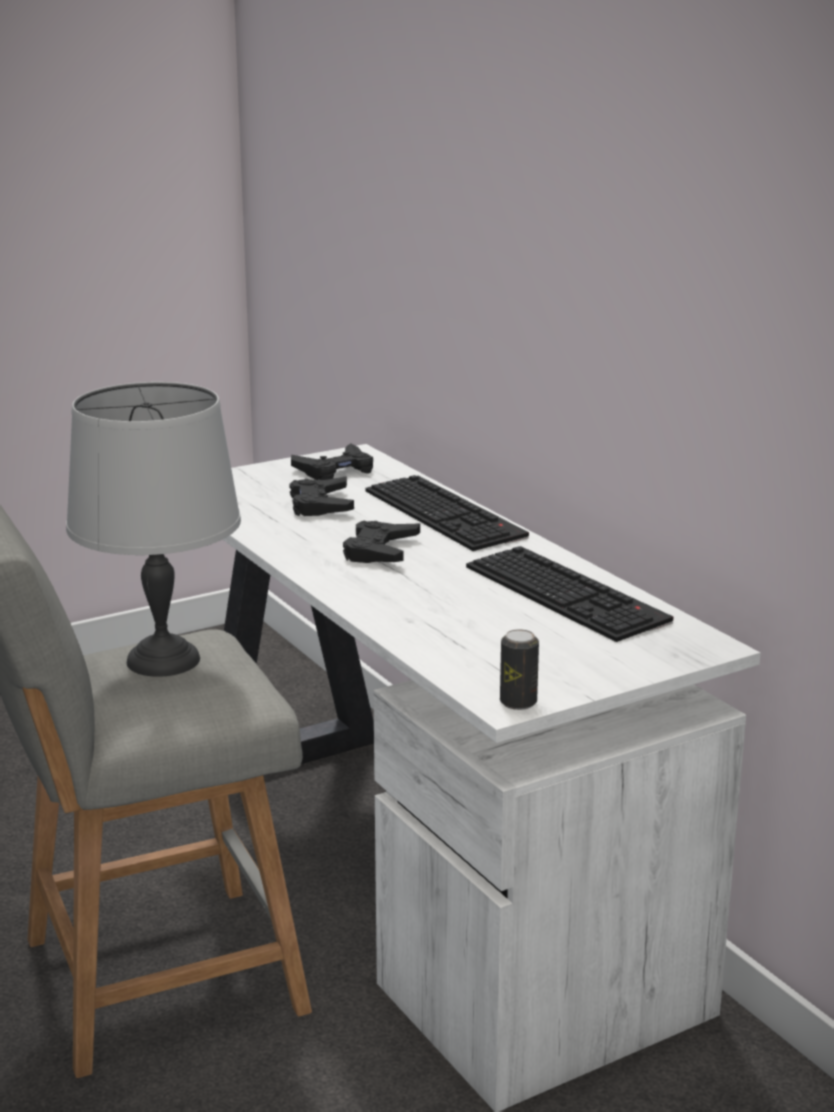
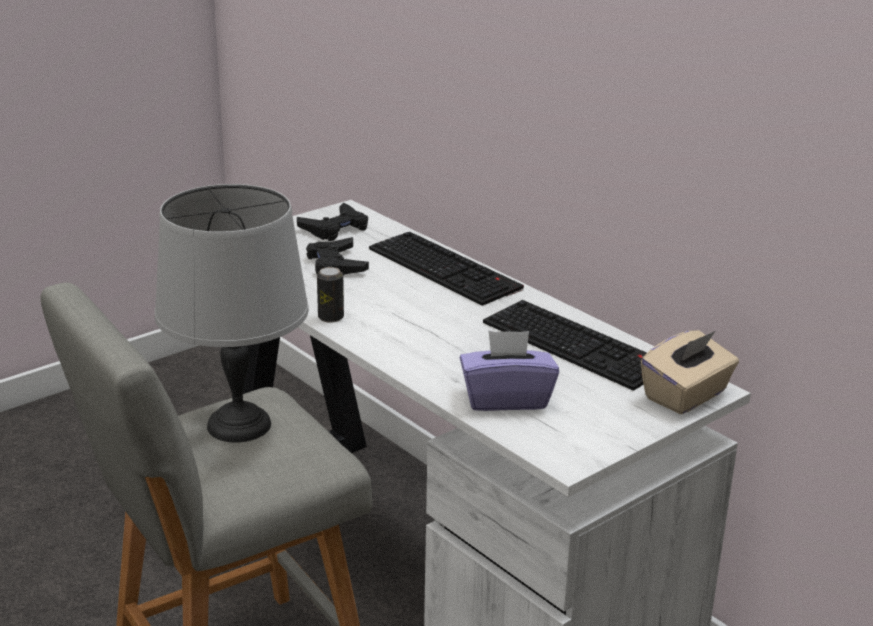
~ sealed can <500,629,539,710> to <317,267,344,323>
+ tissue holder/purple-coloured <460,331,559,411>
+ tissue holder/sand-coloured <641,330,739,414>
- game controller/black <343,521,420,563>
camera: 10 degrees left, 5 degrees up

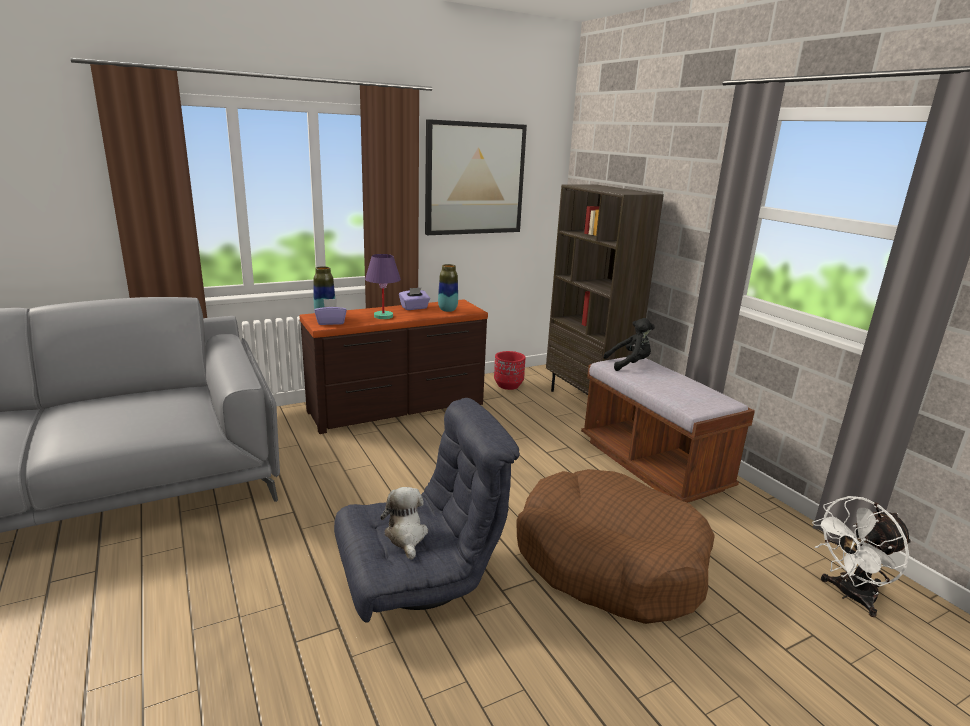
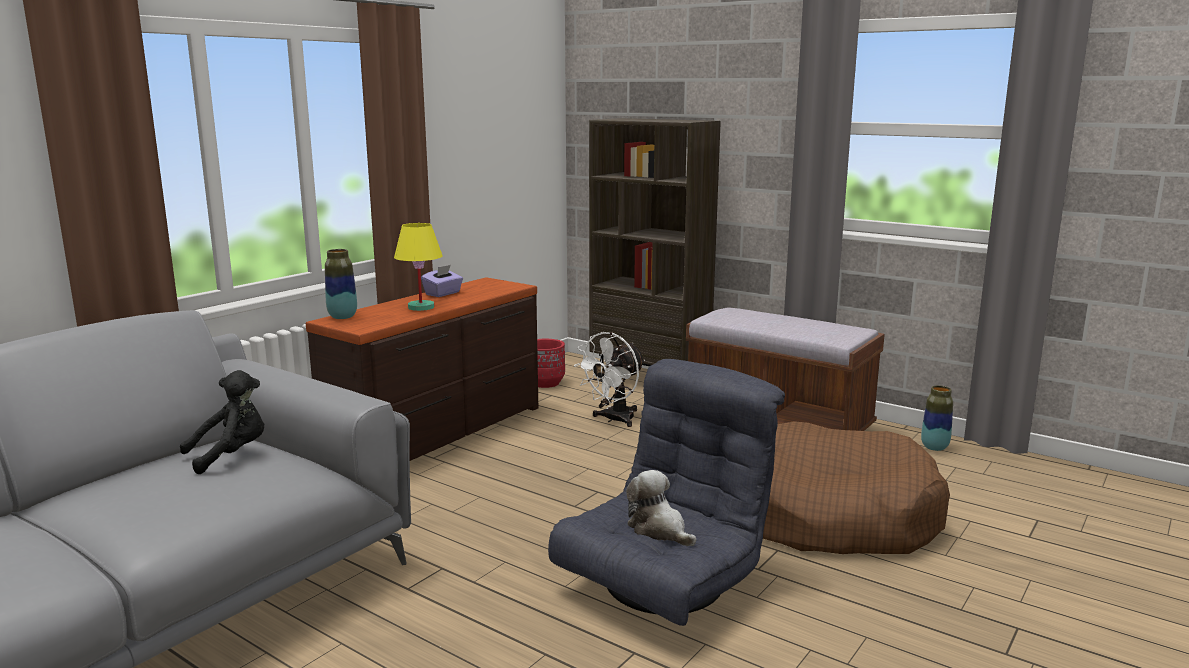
~ soft toy/black <603,318,655,371> to <180,370,264,474>
~ tabletop lamp/purple-coloured <365,254,401,319> to tabletop lamp/yellow <394,223,443,311>
~ electric fan/white <812,496,912,617> to <574,332,645,427>
~ decorative vase <438,264,458,312> to <921,385,953,451>
- tissue holder/purple-coloured <314,299,347,325>
- picture <425,119,527,235>
camera: 25 degrees left, 5 degrees down

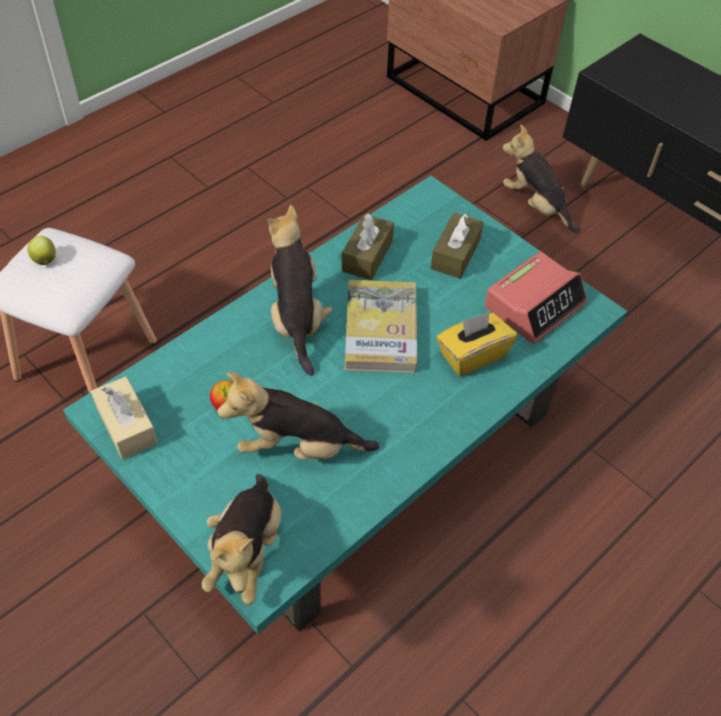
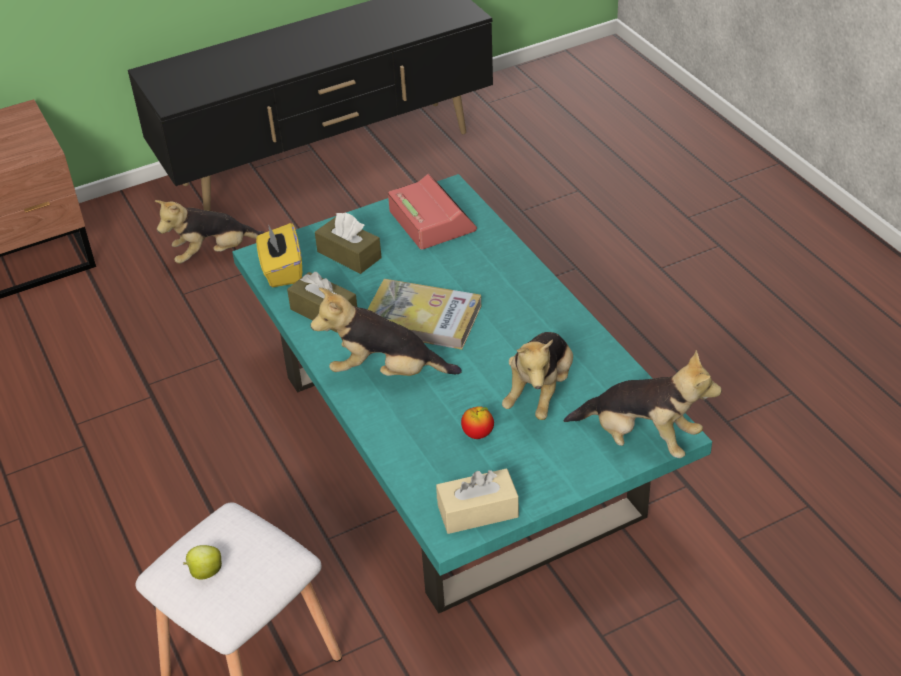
~ tissue holder/yellow <437,311,517,376> to <256,223,302,287>
camera: 70 degrees left, 10 degrees down

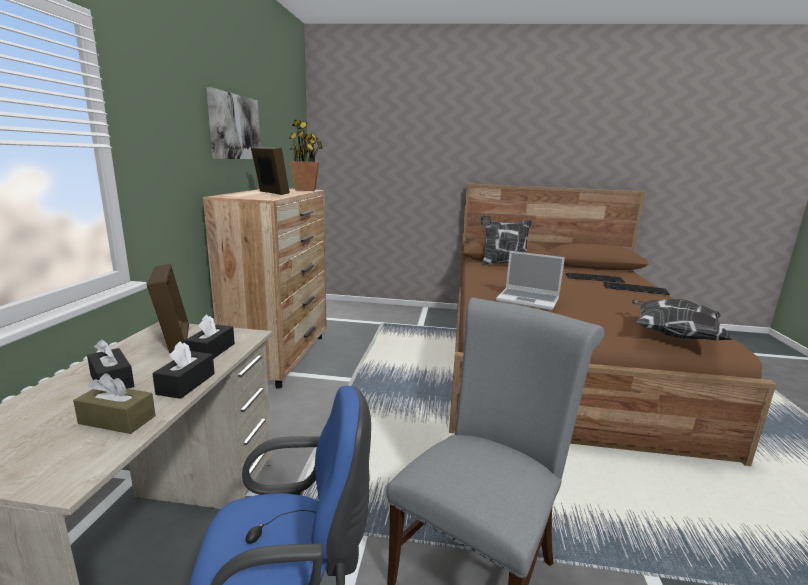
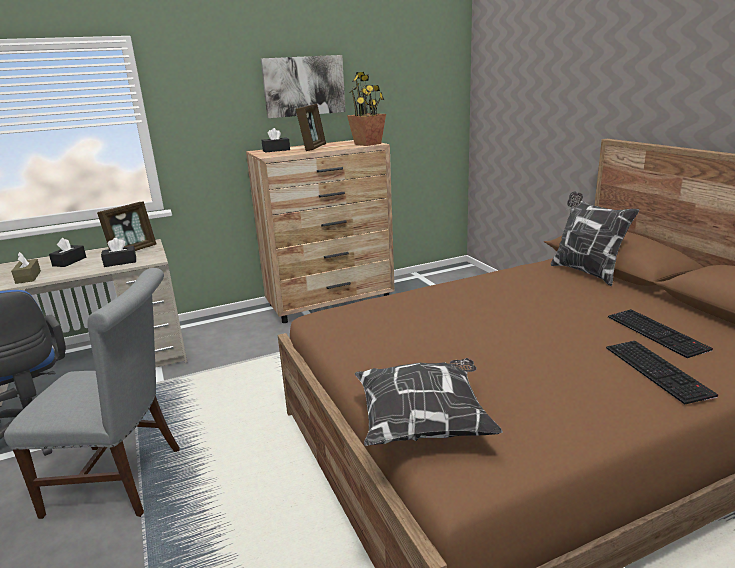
~ tissue holder/black <152,341,215,399> to <262,128,290,153>
- portable computer <496,251,565,310>
camera: 60 degrees right, 5 degrees up

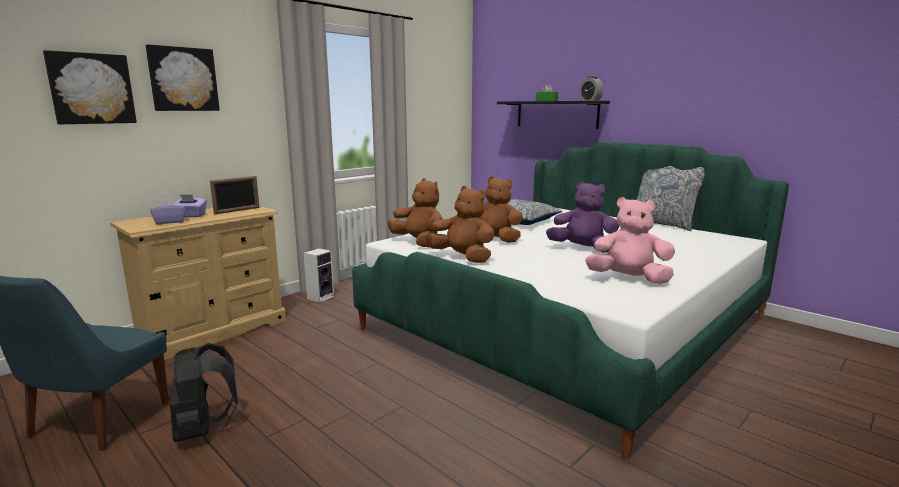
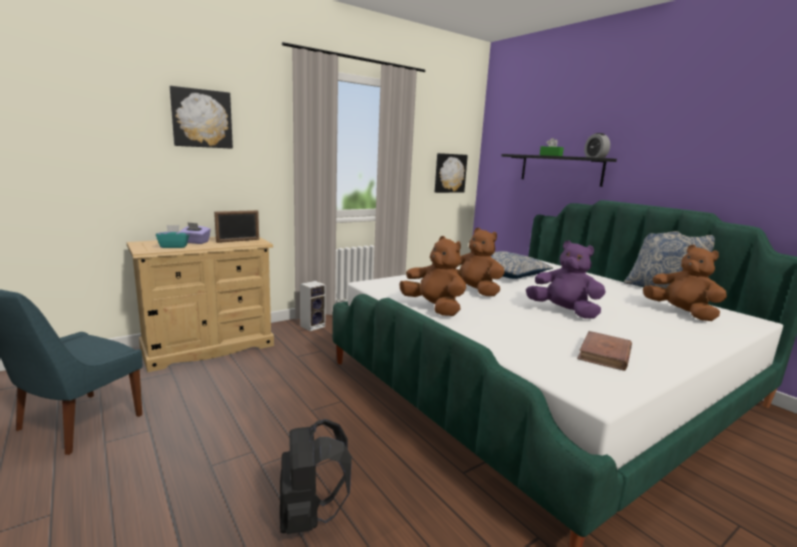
~ tissue holder/purple-coloured <150,198,186,224> to tissue holder/blue-green <156,225,189,248>
~ knapsack/black <170,343,238,442> to <280,419,352,534>
~ picture <43,50,137,124> to <435,153,468,193>
~ soft toy/pink-coloured <585,197,675,284> to volume/brown <577,331,632,371>
~ soft toy/brown <388,178,443,248> to <643,245,727,321>
camera: 10 degrees right, 0 degrees up

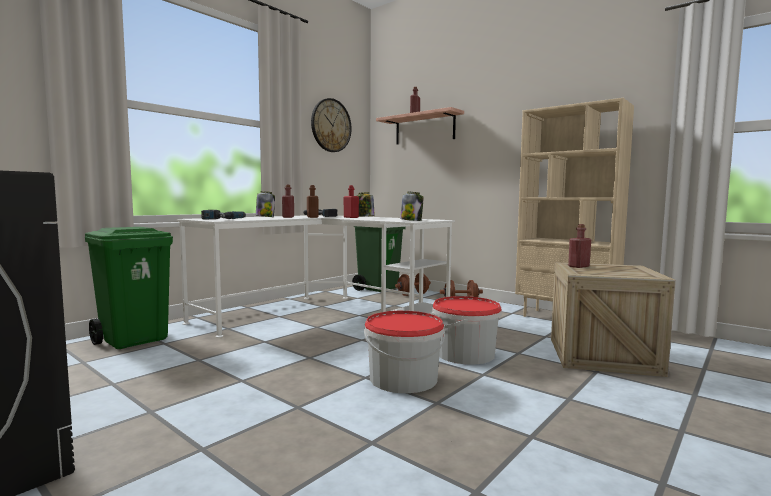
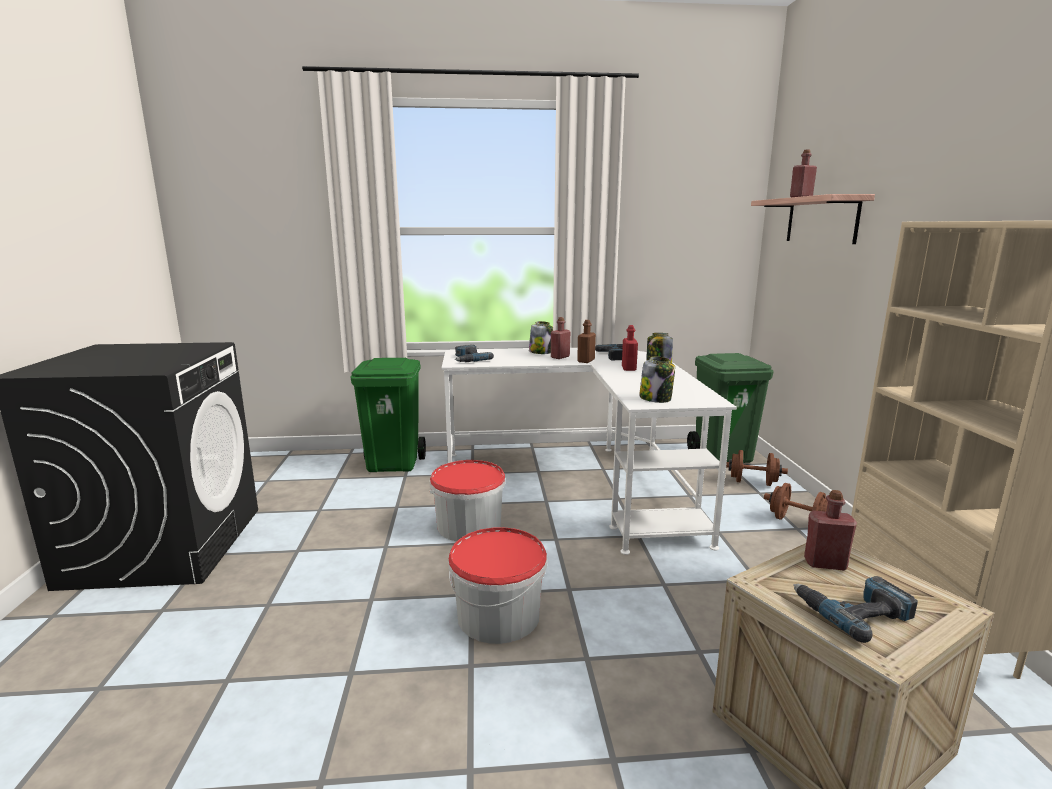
~ pail <432,296,502,365> to <430,460,506,541>
+ drill <793,576,918,643>
- wall clock <311,98,352,152>
camera: 45 degrees right, 10 degrees up

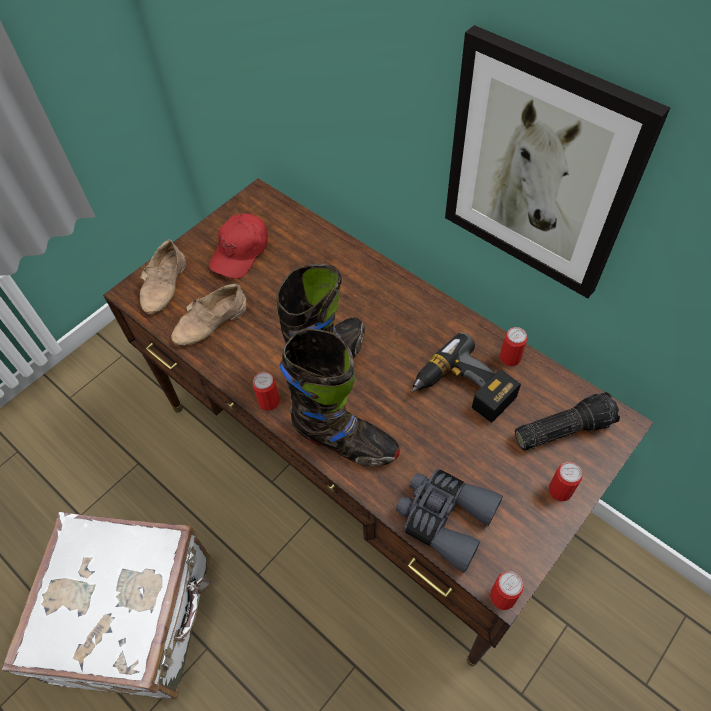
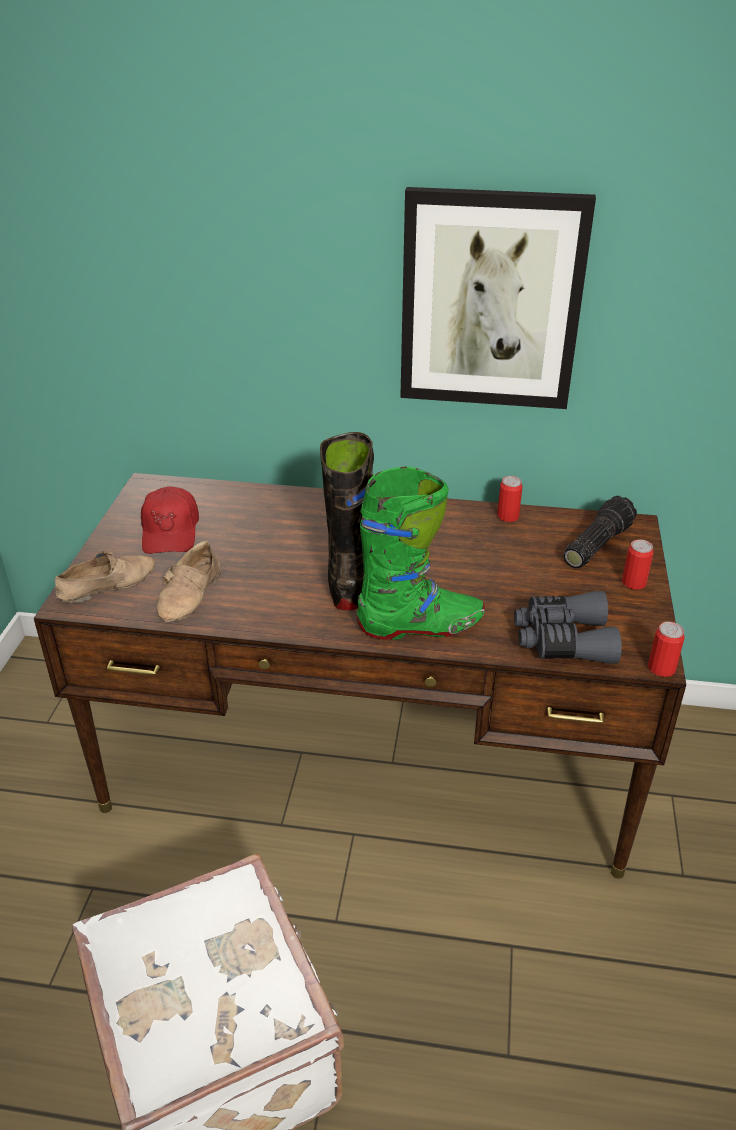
~ shoe/sand-coloured <140,239,186,314> = <55,551,155,603> 105 degrees counterclockwise
~ high-top boot/black <279,328,400,466> to high-top boot/green-coloured <356,466,485,640>
- sealed can <253,372,280,411>
- drill <411,332,521,423>
camera: 35 degrees left, 20 degrees down

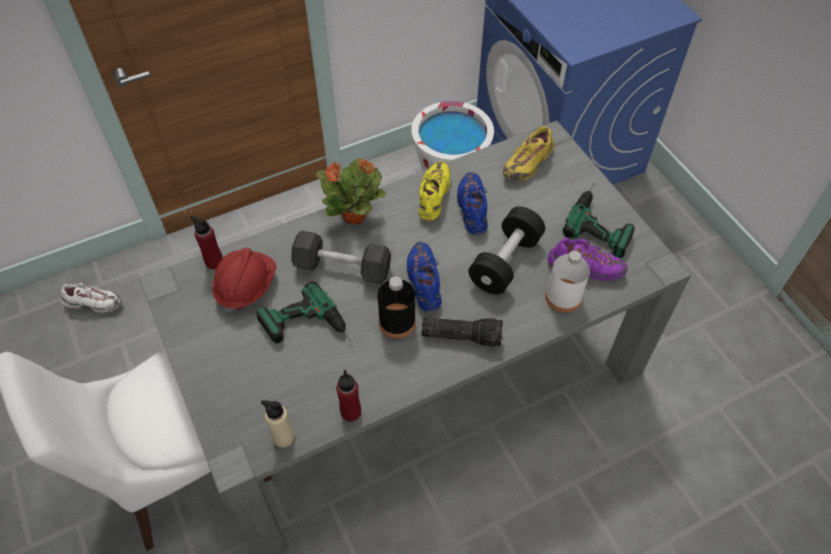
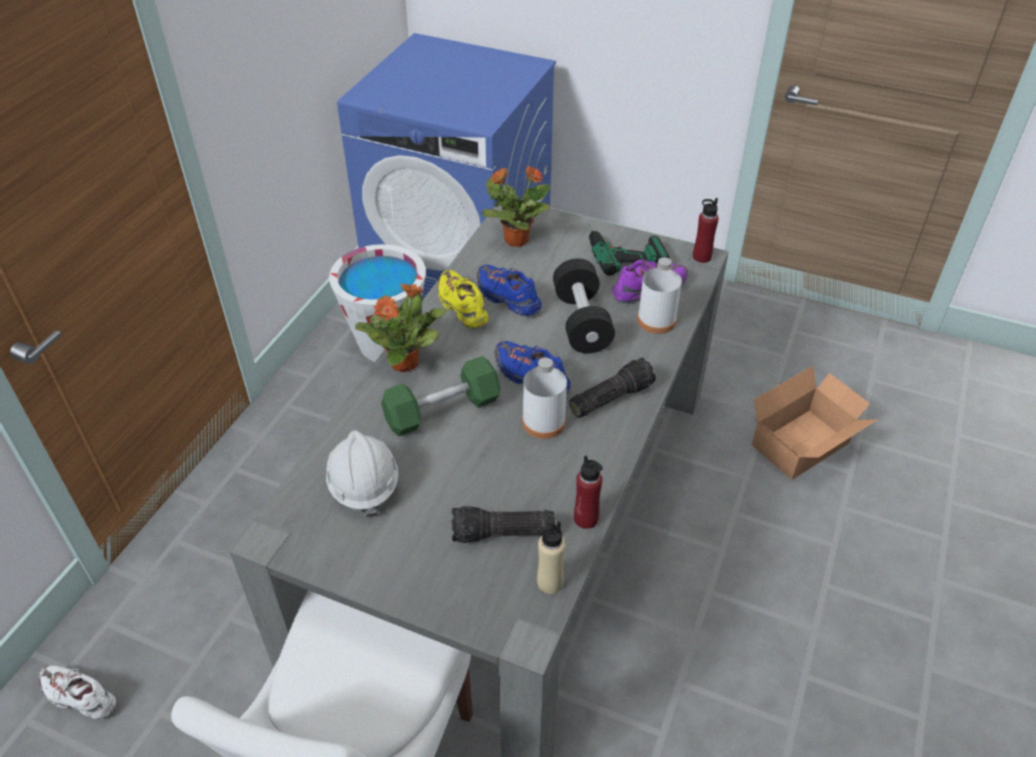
~ shoe/white <61,283,121,313> = <39,665,117,719> 120 degrees counterclockwise
~ work helmet/red <212,248,277,314> to work helmet/white <326,430,398,517>
~ hand weight/gray <291,230,391,284> to hand weight/green-coloured <381,356,501,436>
+ hand torch <452,506,555,543>
~ shoe/yellow <502,127,554,181> to potted plant <481,166,550,247>
~ bottle/black <378,276,416,338> to bottle/white <522,358,567,439>
~ bottle/red <190,216,223,269> to <693,198,719,263>
+ carton <752,366,878,480>
- drill <256,281,353,343>
camera: 40 degrees left, 10 degrees down

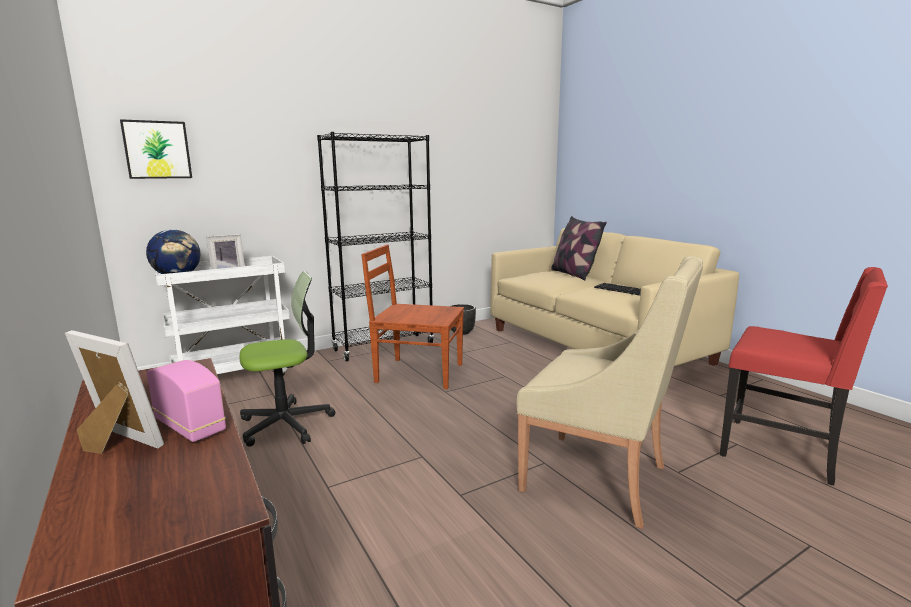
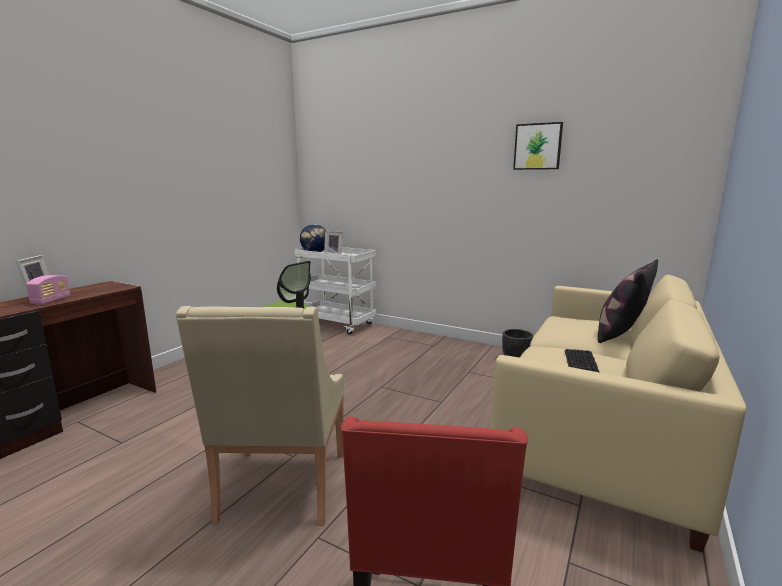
~ picture <120,119,192,179> to <513,122,563,170>
- shelving unit/black <317,132,434,361>
- plain chair/brown <361,245,464,389>
camera: 60 degrees right, 0 degrees up

